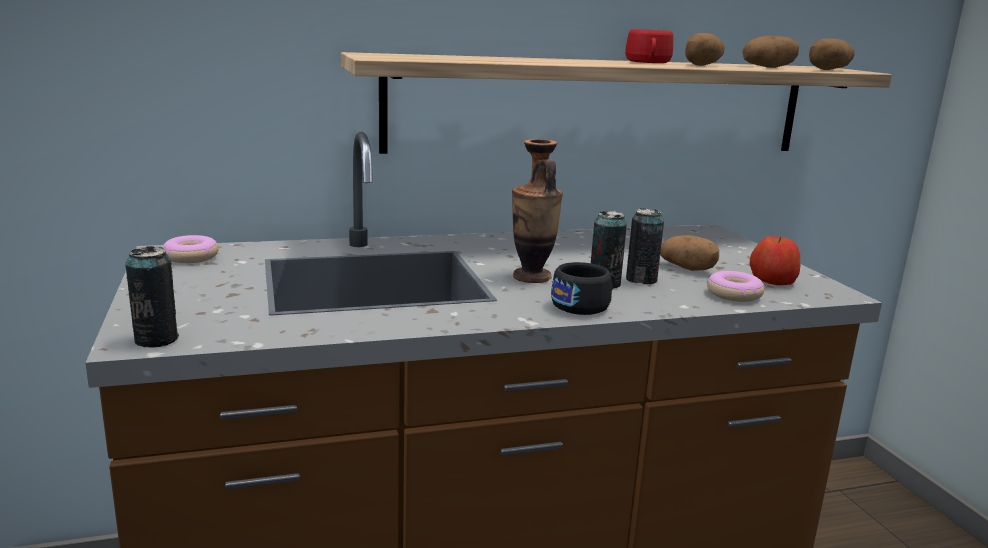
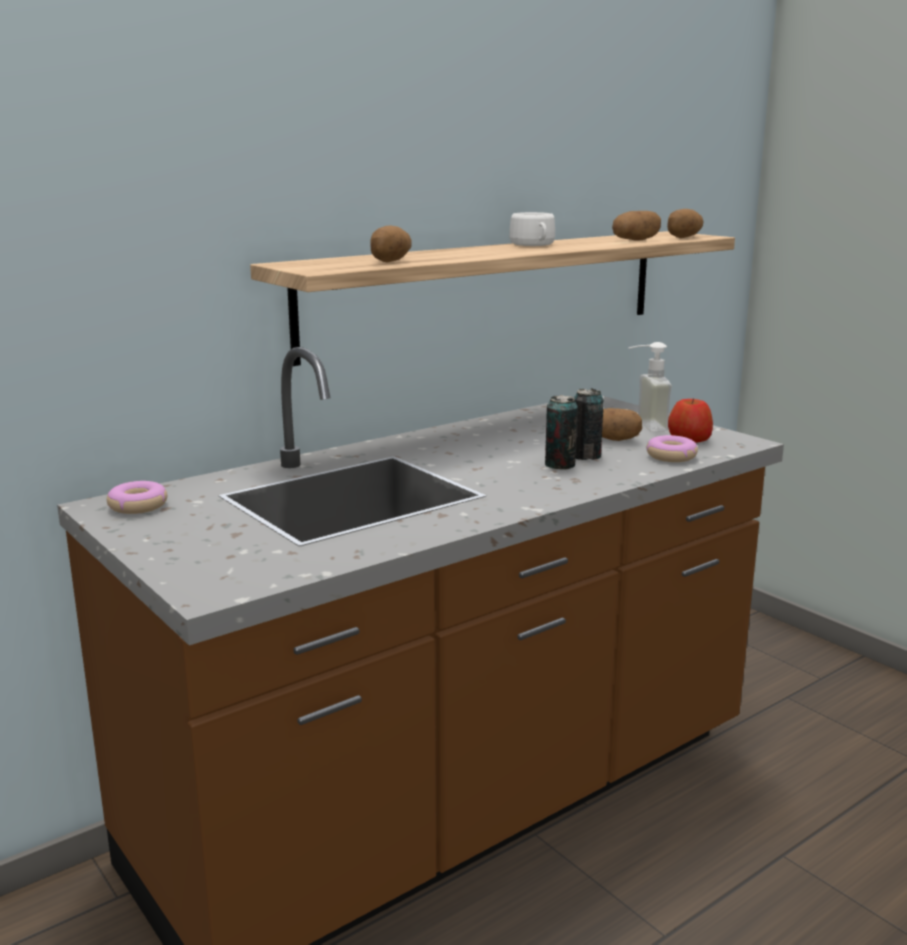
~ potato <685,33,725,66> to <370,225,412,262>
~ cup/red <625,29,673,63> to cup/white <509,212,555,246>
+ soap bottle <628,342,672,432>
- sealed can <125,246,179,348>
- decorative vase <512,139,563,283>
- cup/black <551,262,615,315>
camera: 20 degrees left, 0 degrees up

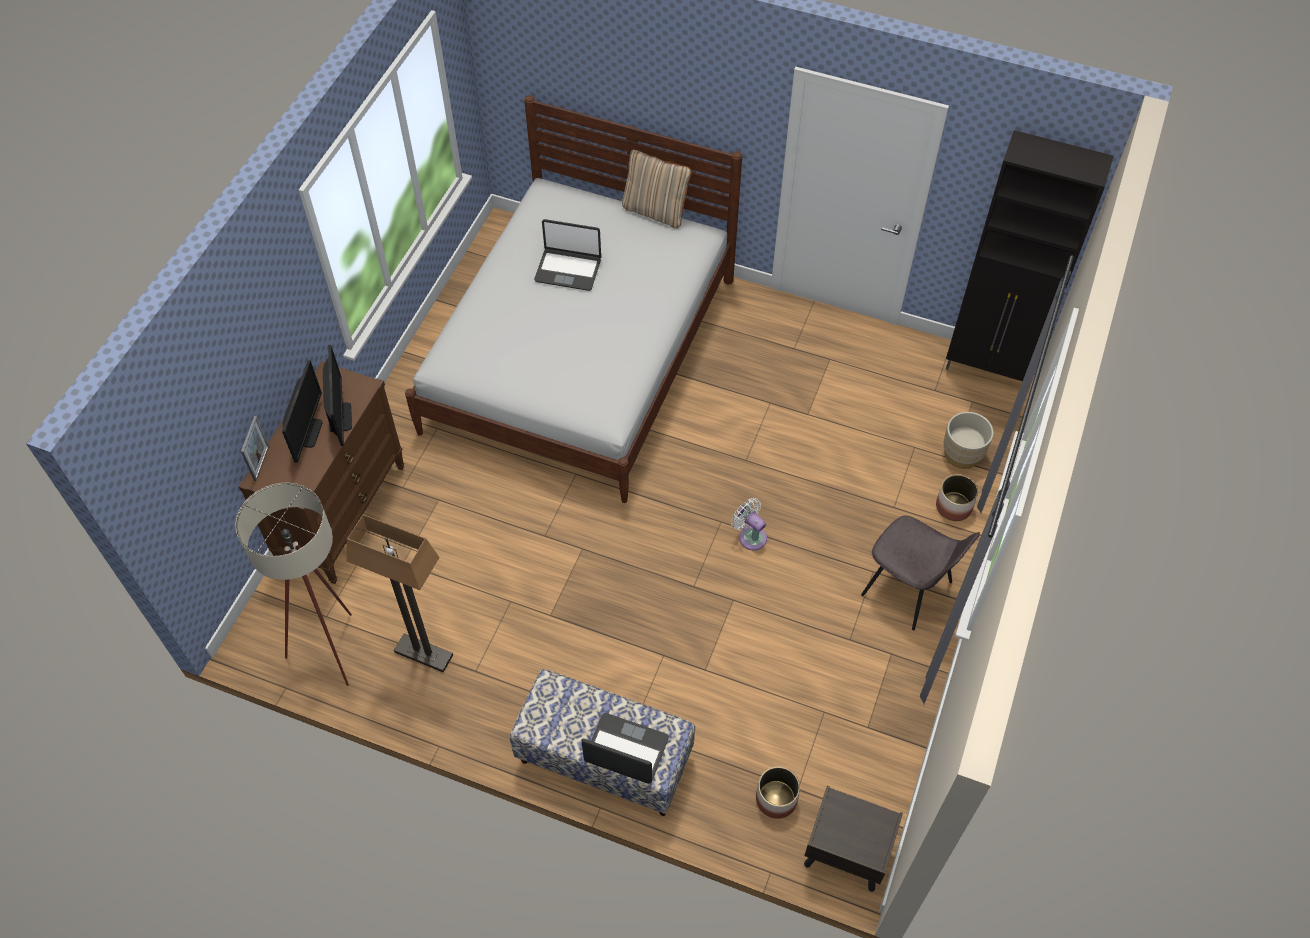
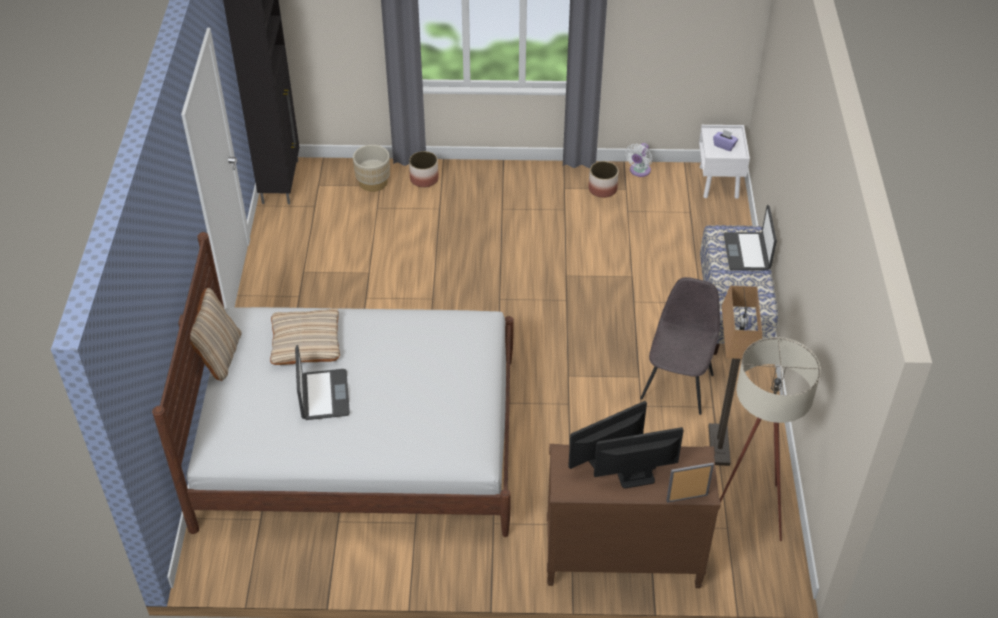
+ pillow/sand-coloured <270,308,340,365>
~ plant pot <756,766,800,819> to <588,161,619,198>
~ electric fan/white <731,498,767,550> to <625,143,652,177>
~ plain chair/gray <861,515,980,630> to <640,277,720,415>
~ night table/brown <804,786,903,892> to night table/white <699,125,750,199>
+ tissue holder/purple-coloured <713,130,738,151>
camera: 110 degrees left, 10 degrees down

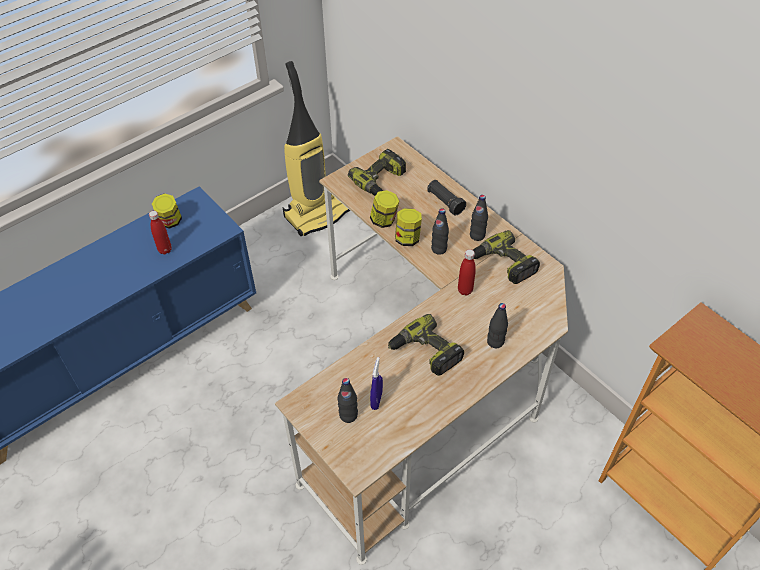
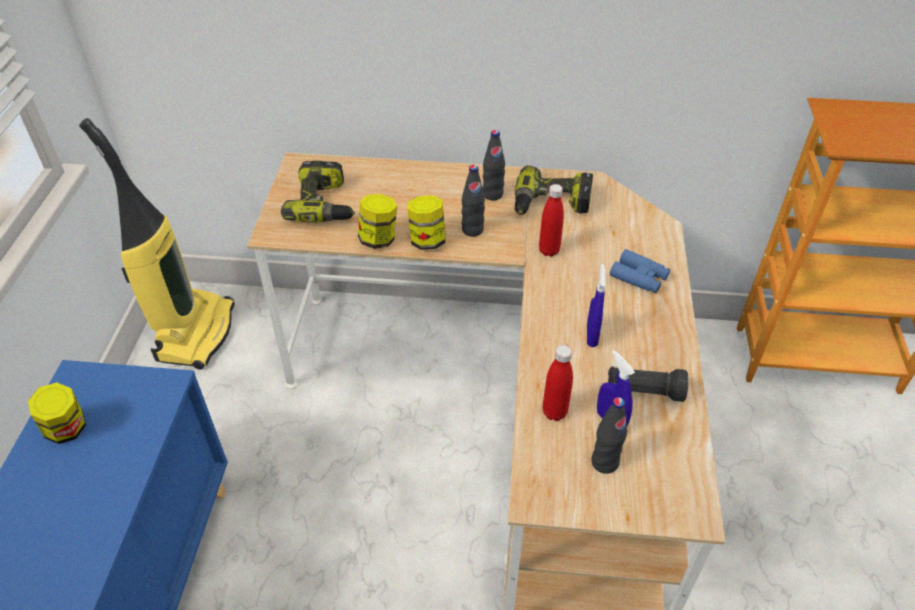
~ bottle/red <149,211,172,255> to <543,345,573,421>
~ drill <388,314,464,376> to spray bottle/blue-coloured <587,264,606,347>
~ hand torch/black <427,180,466,215> to <608,366,689,402>
~ bottle/black <487,303,508,348> to pair of binoculars/blue-coloured <610,249,670,294>
camera: 45 degrees left, 5 degrees down

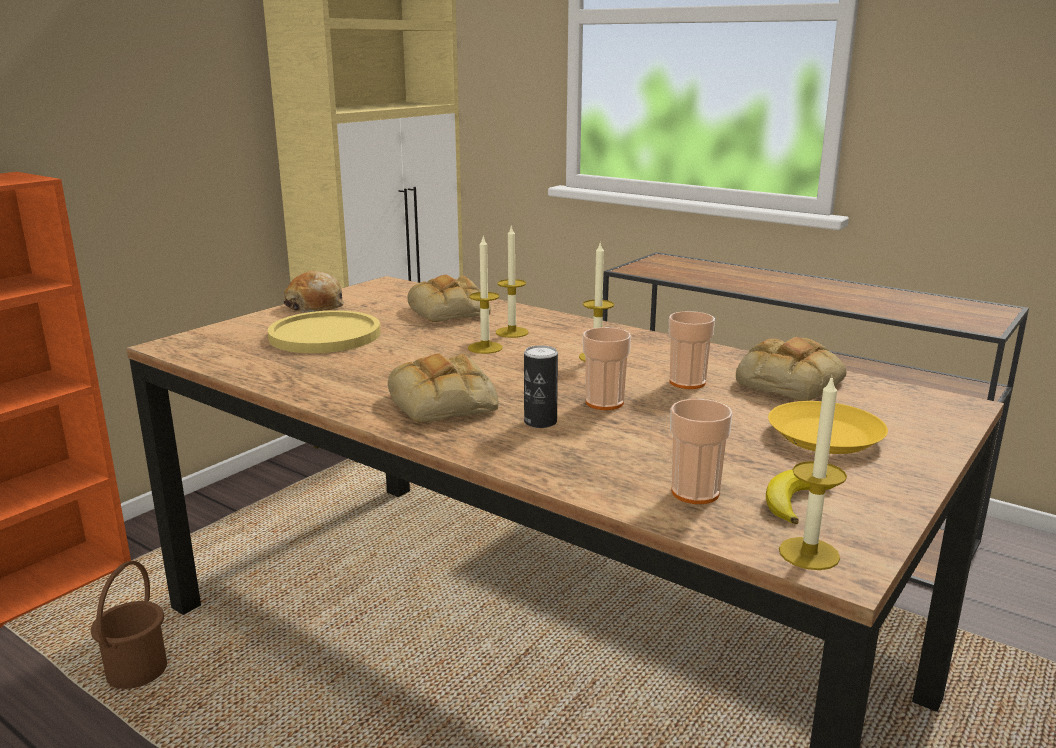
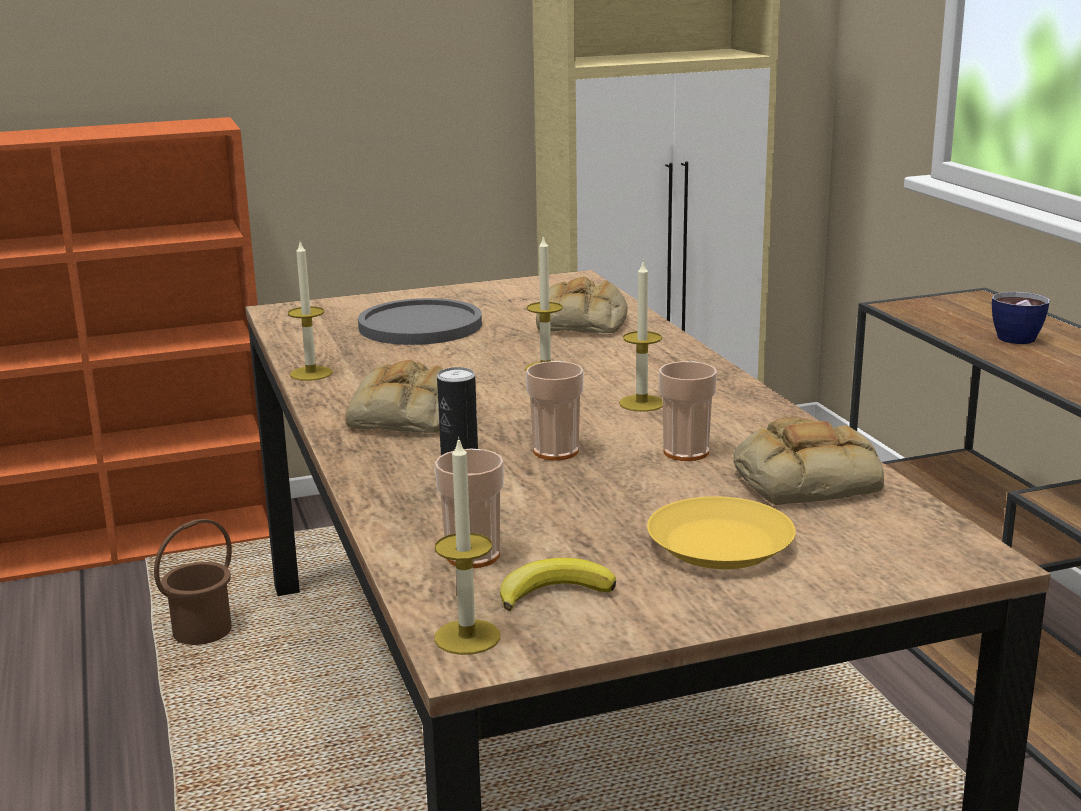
~ wax candle <496,225,528,338> to <288,242,332,381>
~ plate/yellow <268,310,381,353> to plate/gray <358,298,482,345>
+ cup <992,292,1050,344>
- bakery bread <284,271,344,312>
camera: 35 degrees right, 0 degrees up

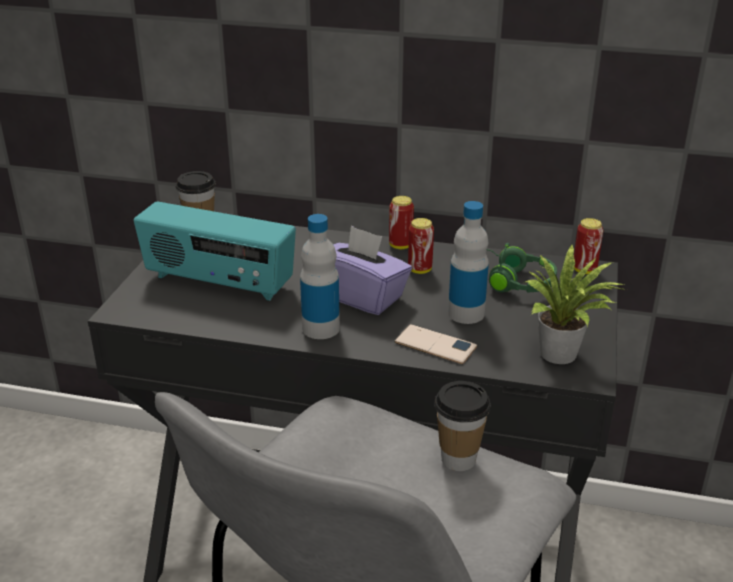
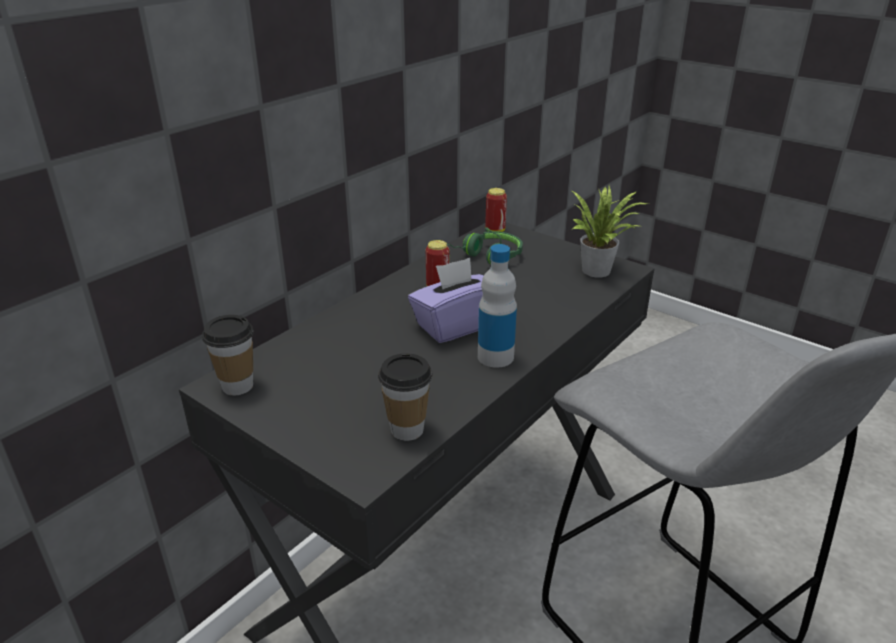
~ cup <434,381,491,471> to <378,353,433,441>
- radio set <134,201,296,301>
- sealed can <389,196,414,249>
- phone <394,324,477,364>
- bottle <448,201,489,324>
camera: 65 degrees left, 0 degrees up

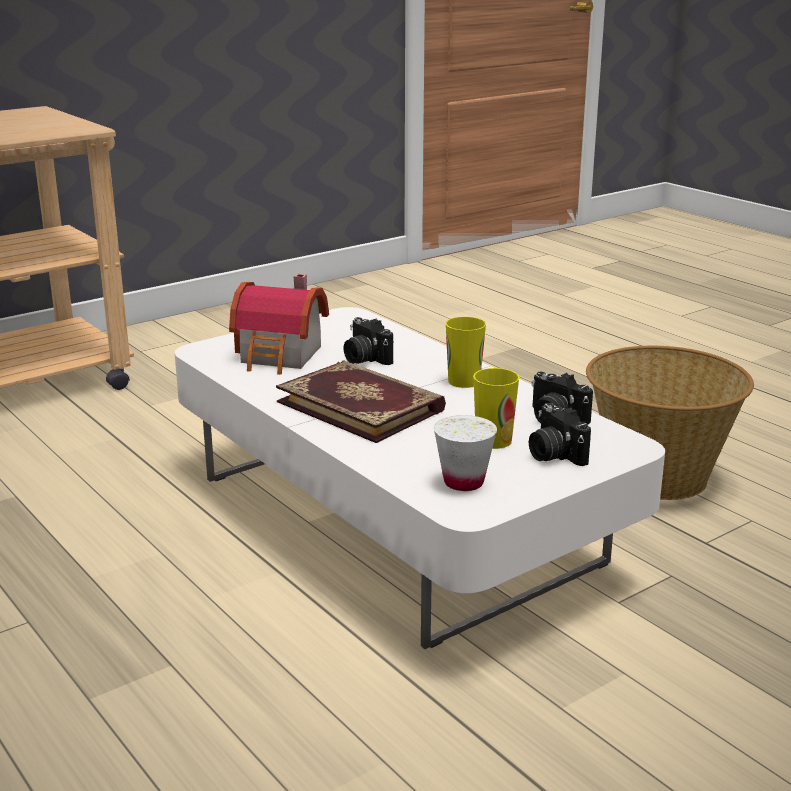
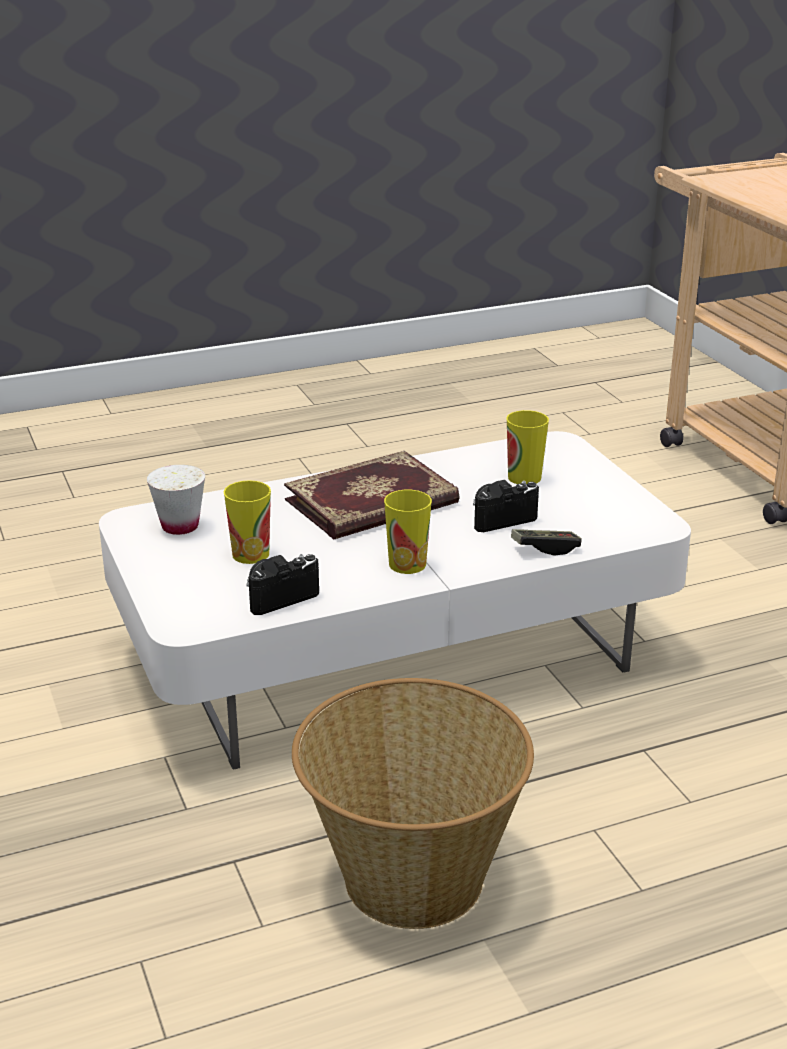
~ miniature house <229,274,329,375> to cup <506,410,549,484>
+ game controller <511,529,582,555>
- photo camera <529,403,591,466>
camera: 105 degrees right, 5 degrees up

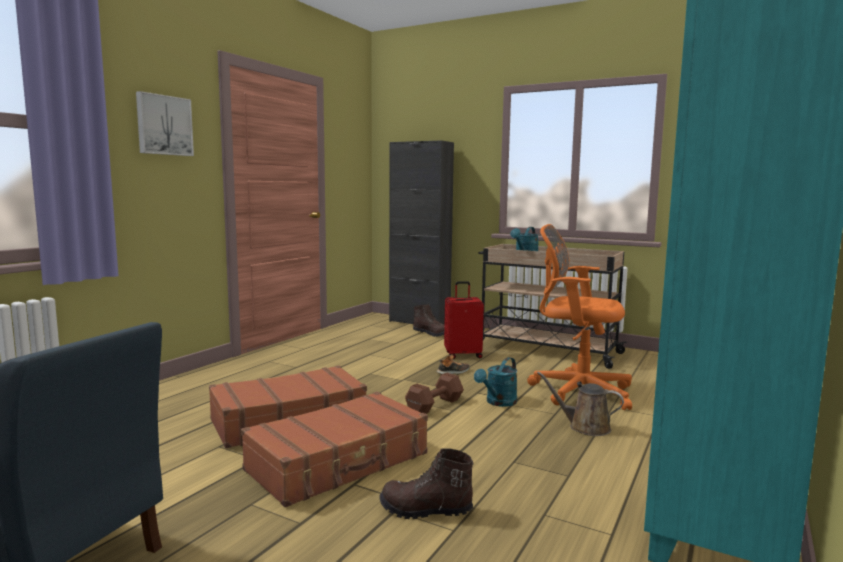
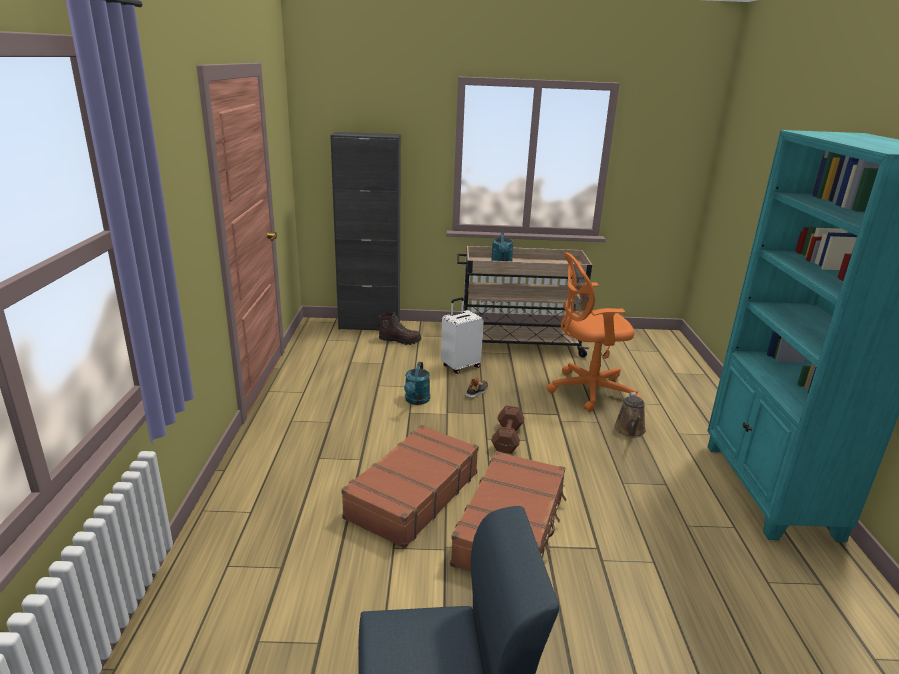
~ sprinkling can/blue-green <474,357,517,407> to <404,362,430,405>
~ piece of luggage/red <444,281,484,359> to piece of luggage/white <441,297,484,374>
~ sprinkling can/brown <537,372,624,436> = <614,392,646,438> 75 degrees counterclockwise
- picture <136,91,194,156>
- high-top boot/brown <380,448,473,519>
camera: 30 degrees left, 15 degrees up

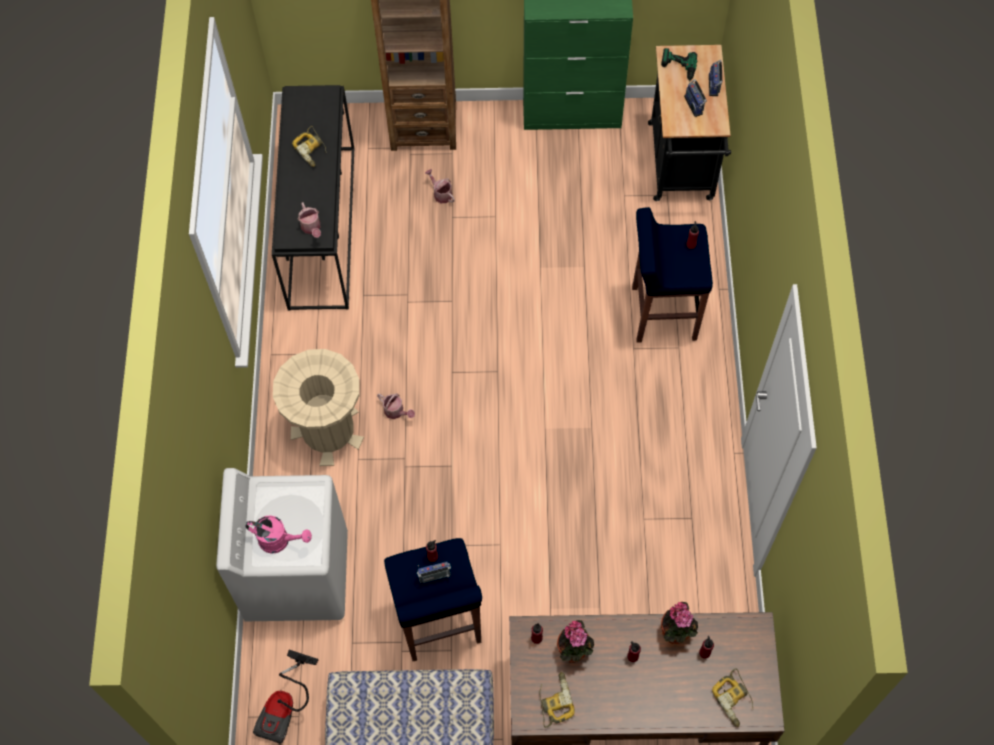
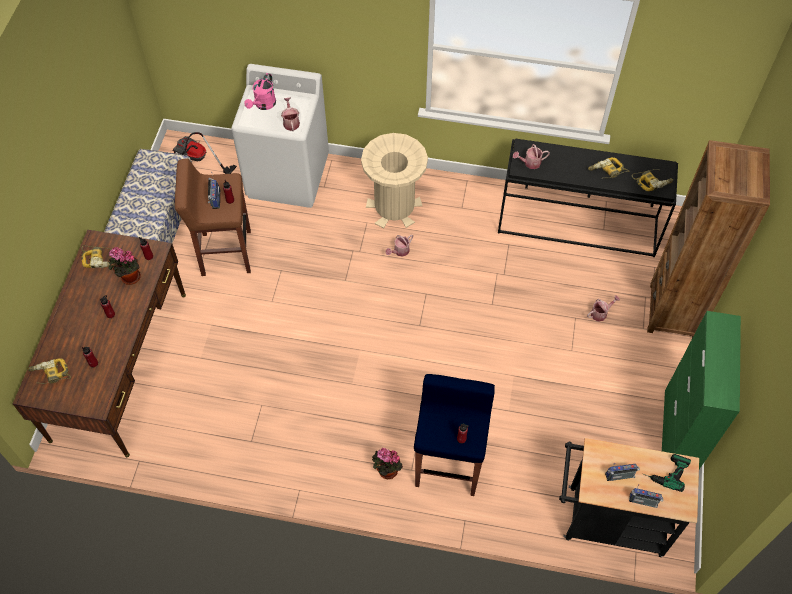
~ sitting stool/blue-coloured <384,538,482,661> to sitting stool/brown <175,158,251,276>
+ sprinkling can <281,98,300,131>
~ potted plant <661,602,698,644> to <372,448,403,479>
+ drill <632,169,673,191>
camera: 100 degrees right, 5 degrees down

